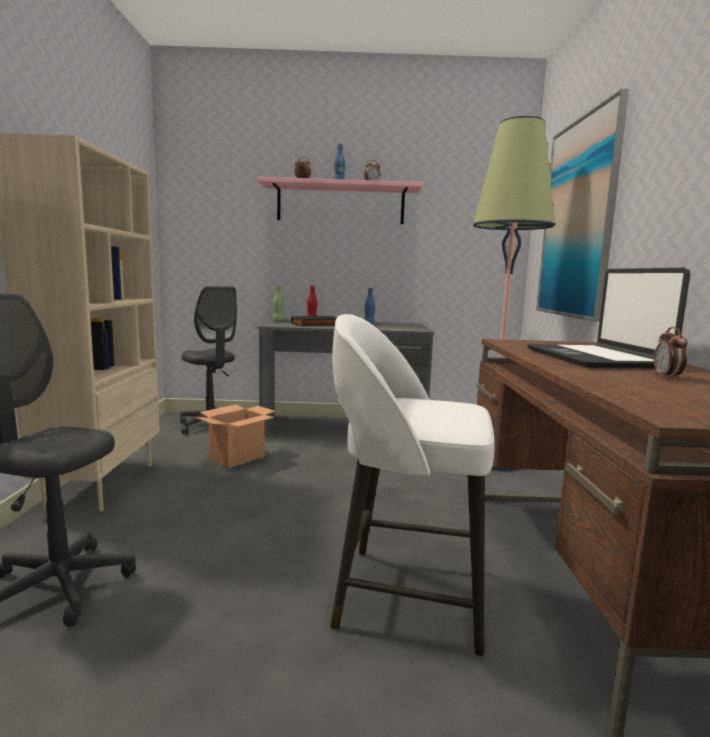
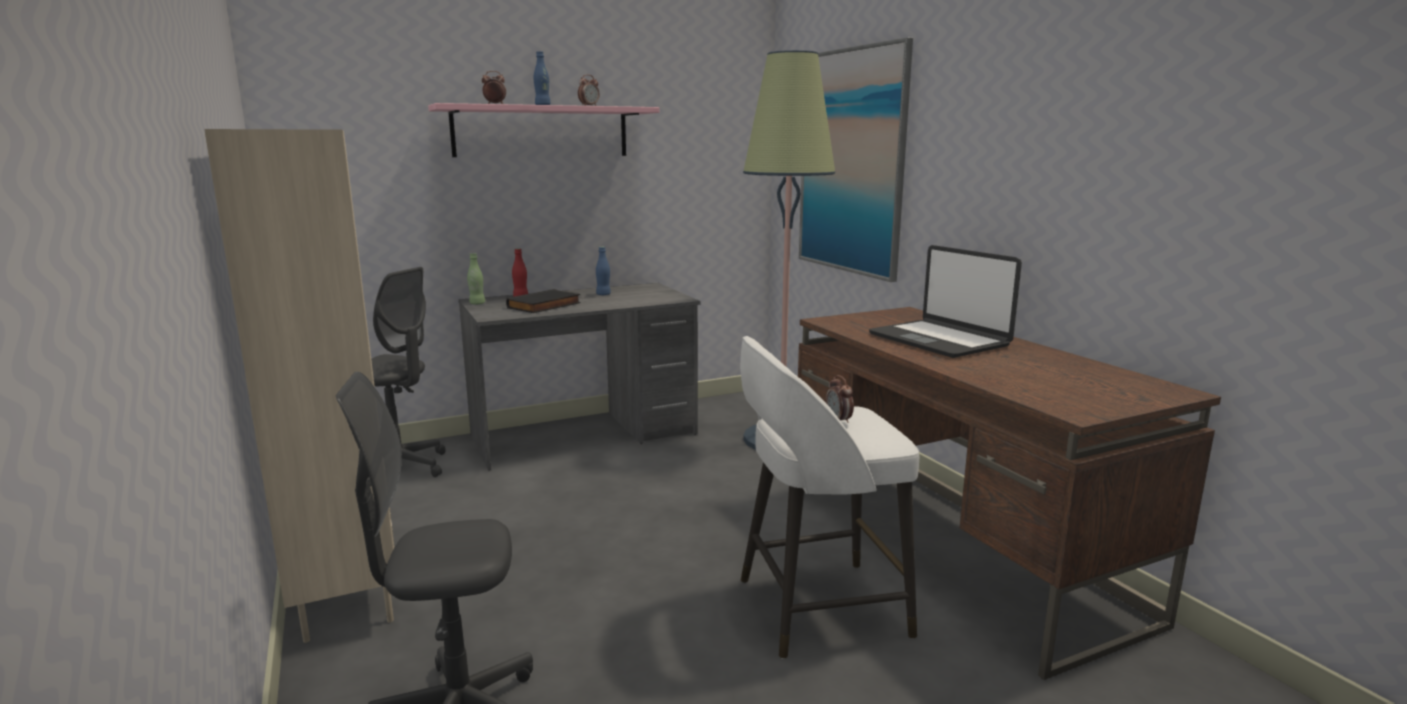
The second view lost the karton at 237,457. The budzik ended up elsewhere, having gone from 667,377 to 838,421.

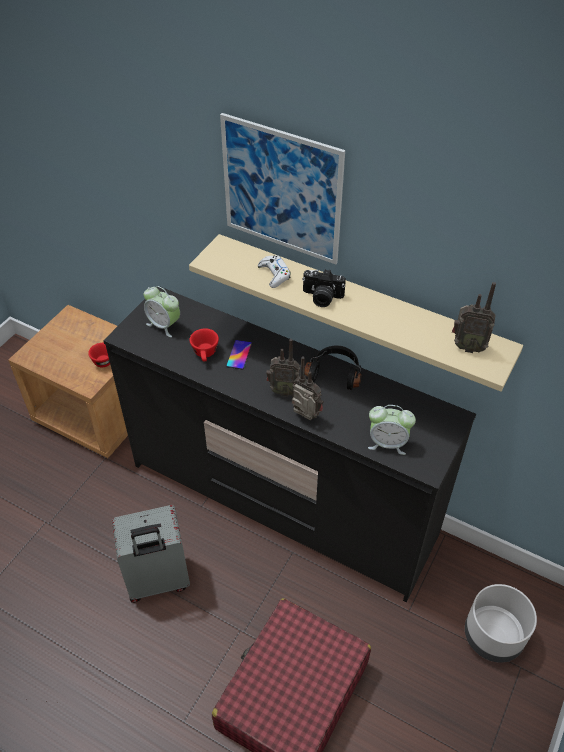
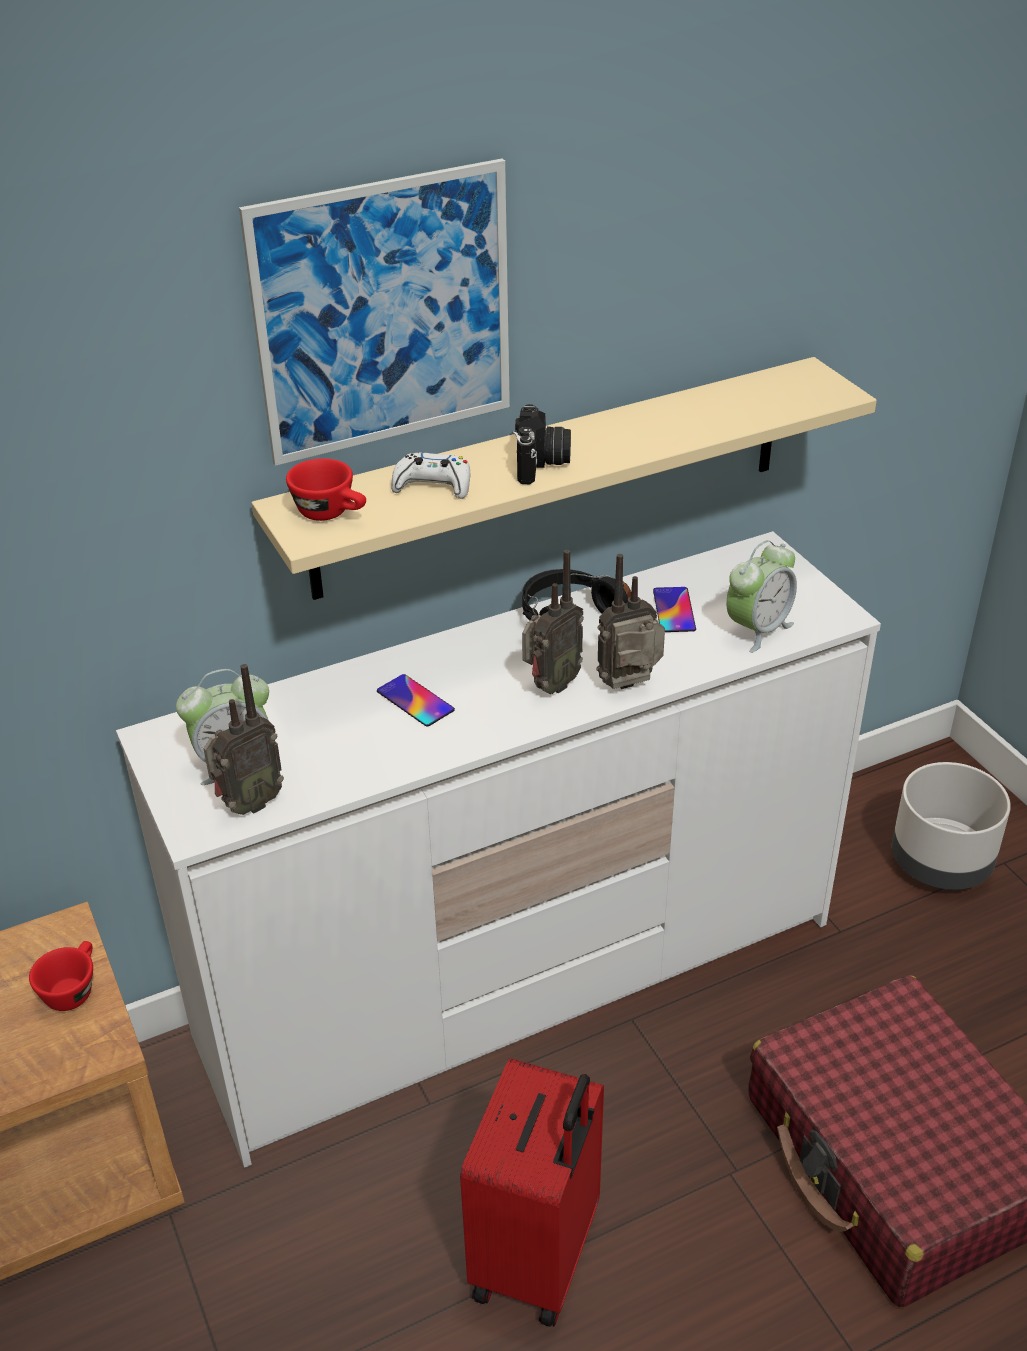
What was the komoda (czarny) at 282,501 turned into the komoda (biały) at 521,979. What was the walizka (szary) at 158,581 turned into the walizka (czerwony) at 538,1258. The filiżanka (czerwony) ended up elsewhere, having gone from 205,354 to 332,513. The aparat fotograficzny at 321,297 ended up facing another way, 45 degrees counterclockwise from before. The radio ended up elsewhere, having gone from 467,346 to 248,804. The second view gained the telefon at 674,610.

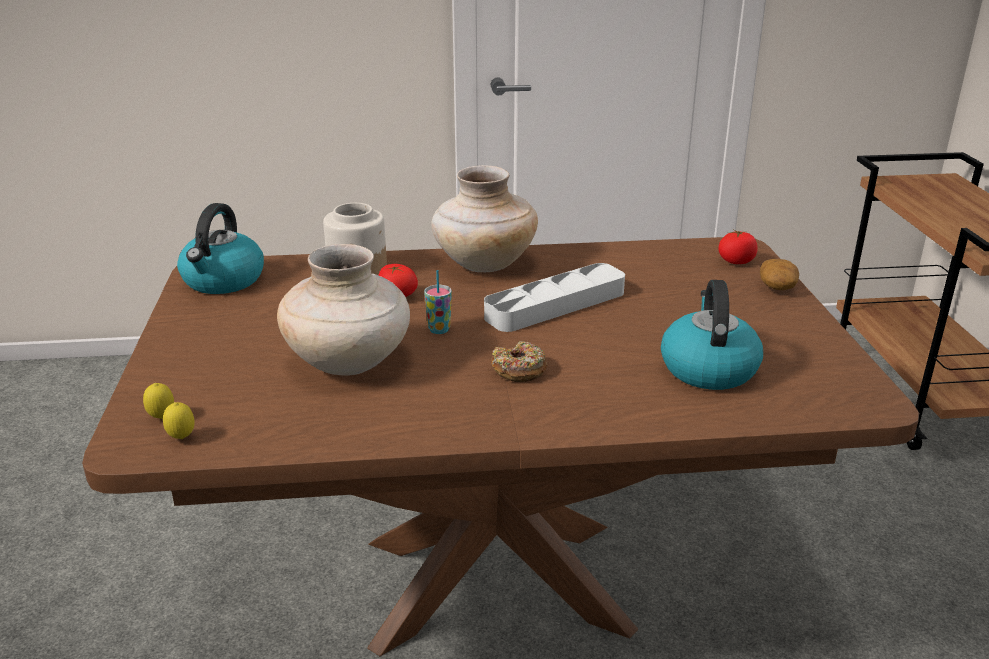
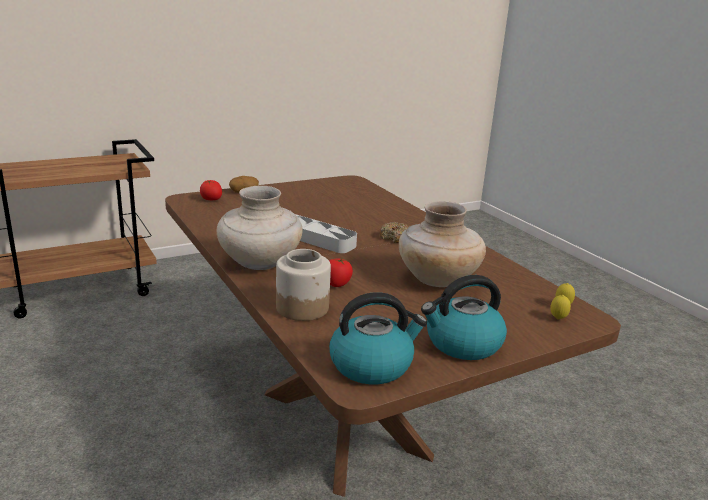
The second view lost the filiżanka at 439,330. The czajnik ended up elsewhere, having gone from 708,368 to 462,344.

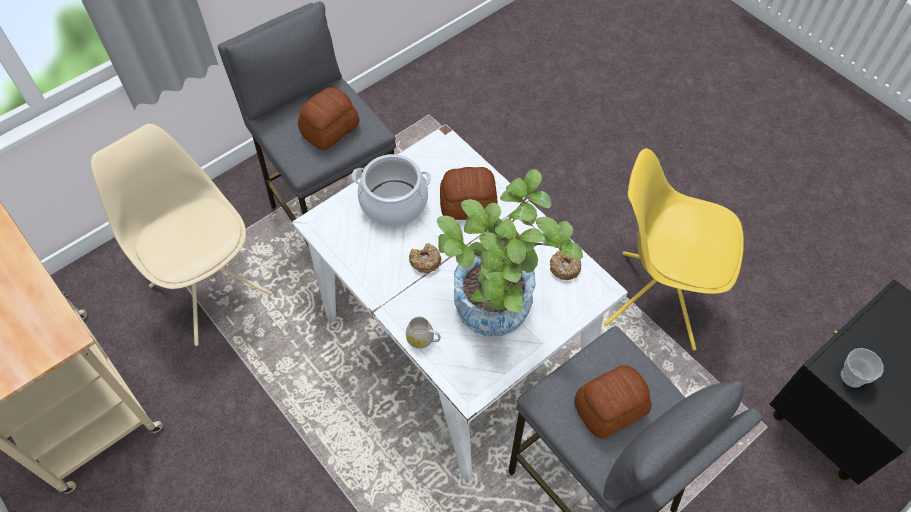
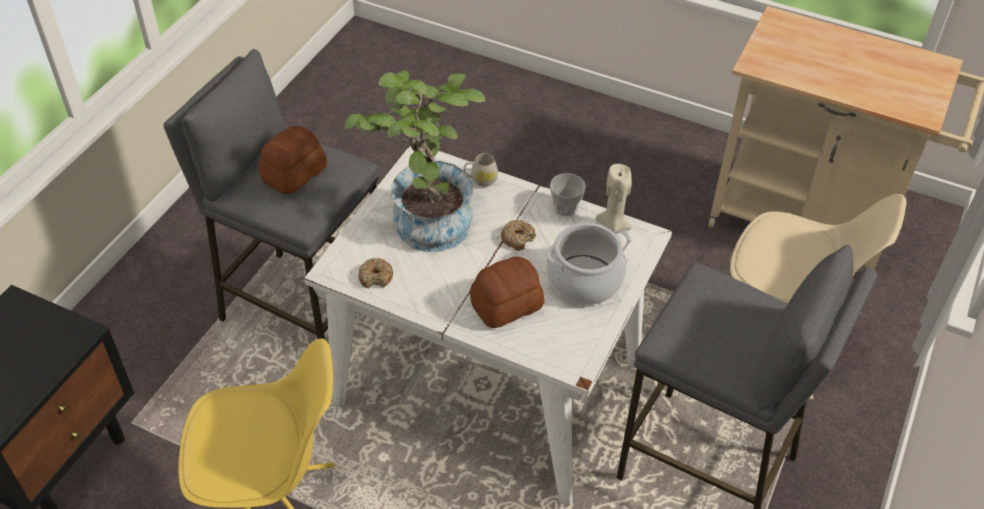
The second view lost the chleb at 329,129. The filiżanka ended up elsewhere, having gone from 852,376 to 565,207. The second view gained the świeca (beżowy) at 612,227.

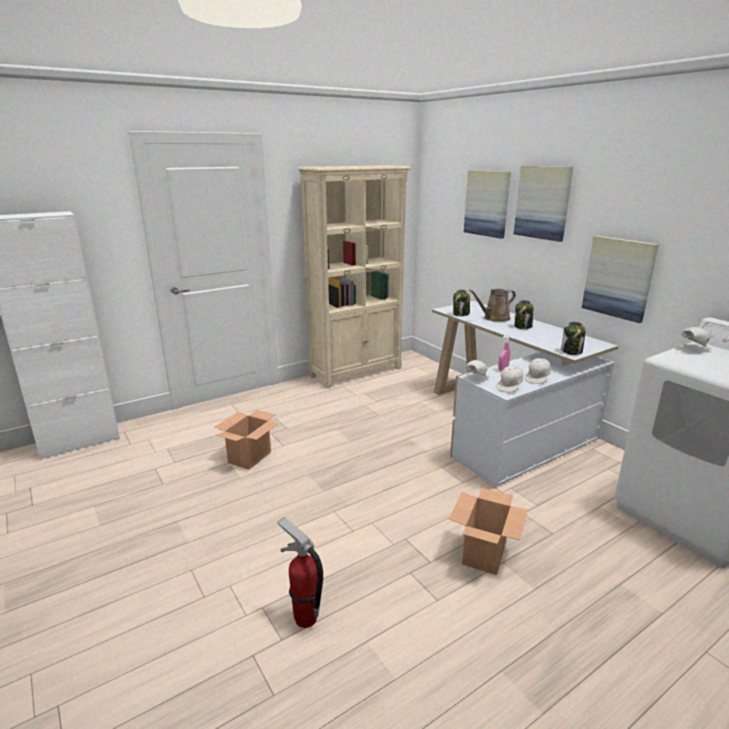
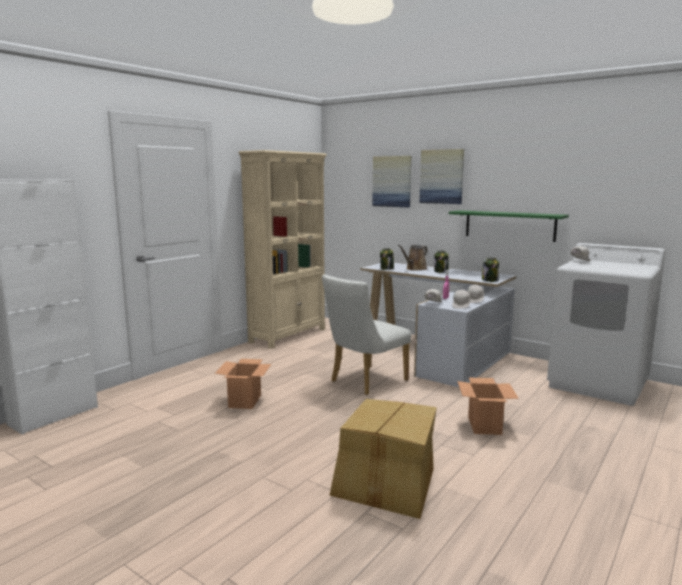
Where the gaśnica stood at 305,618, the karton came to stand at 387,484. Where the obraz hung at 618,278, the półka (zielony) came to hang at 509,225. The second view gained the krzesło (biały) at 364,382.

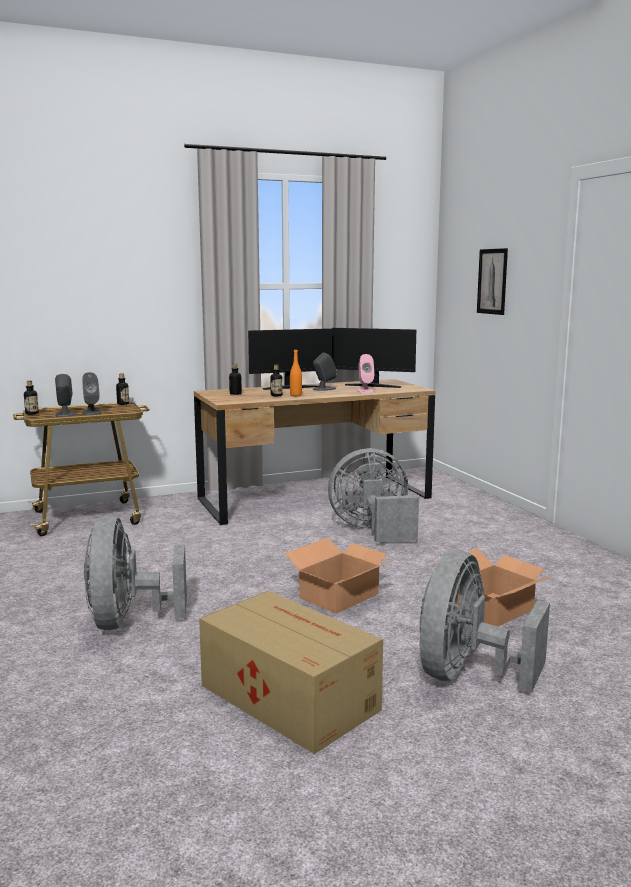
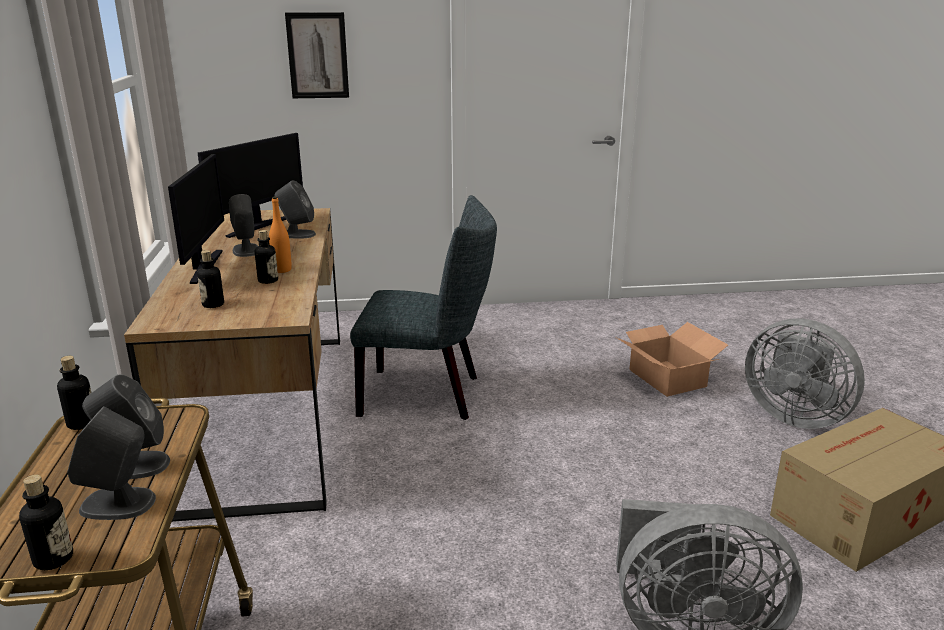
The second view lost the karton at 340,596. Where the wentylator (szary) stood at 373,530, the krzesło (szary) came to stand at 428,395. What was the głośnik (różowy) at 365,391 turned into the głośnik (szary) at 297,234.

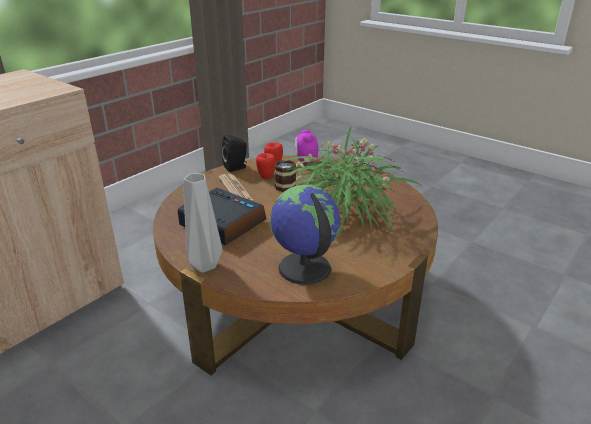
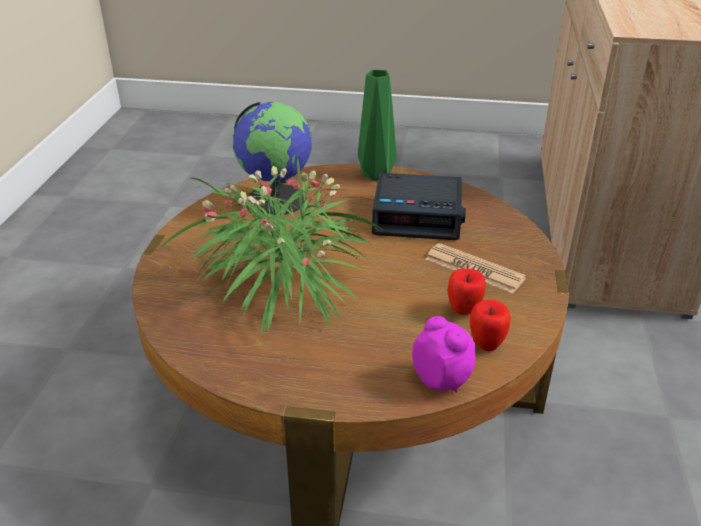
What was the wazon (szary) at 203,266 turned into the wazon (zielony) at 376,174. The second view lost the głośnik (czarny) at 236,167. The second view lost the kubek at 289,185.

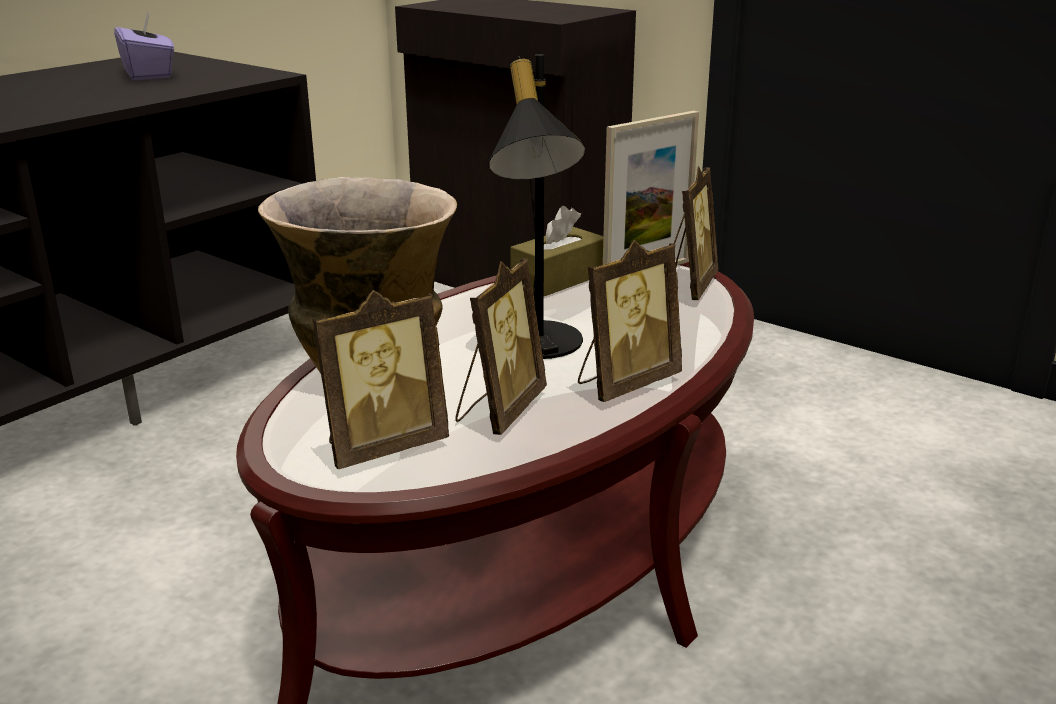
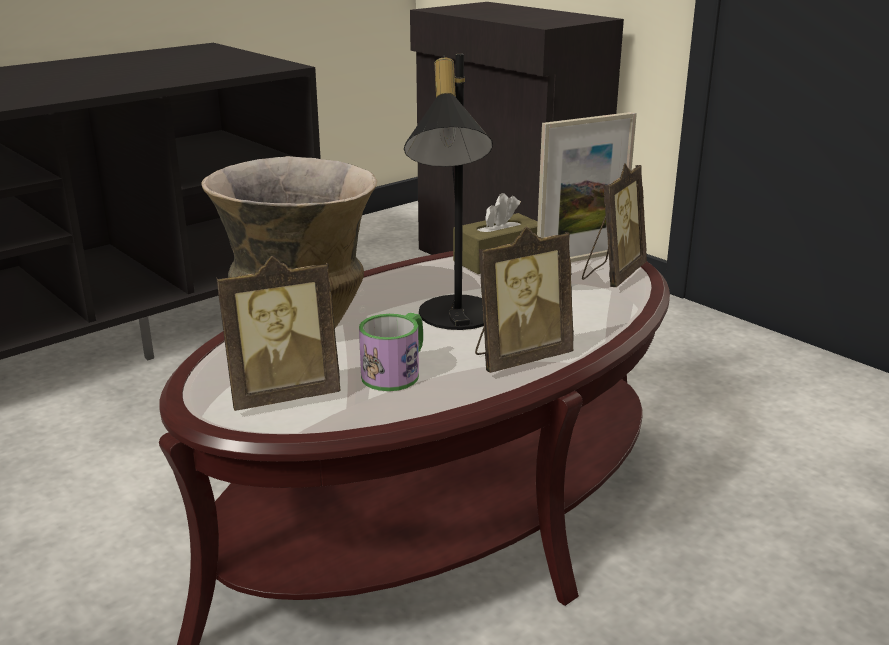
The second view lost the pudełko chusteczek (fioletowy) at 149,74. Where the ramka na zdjęcie stood at 499,410, the kubek came to stand at 396,372.

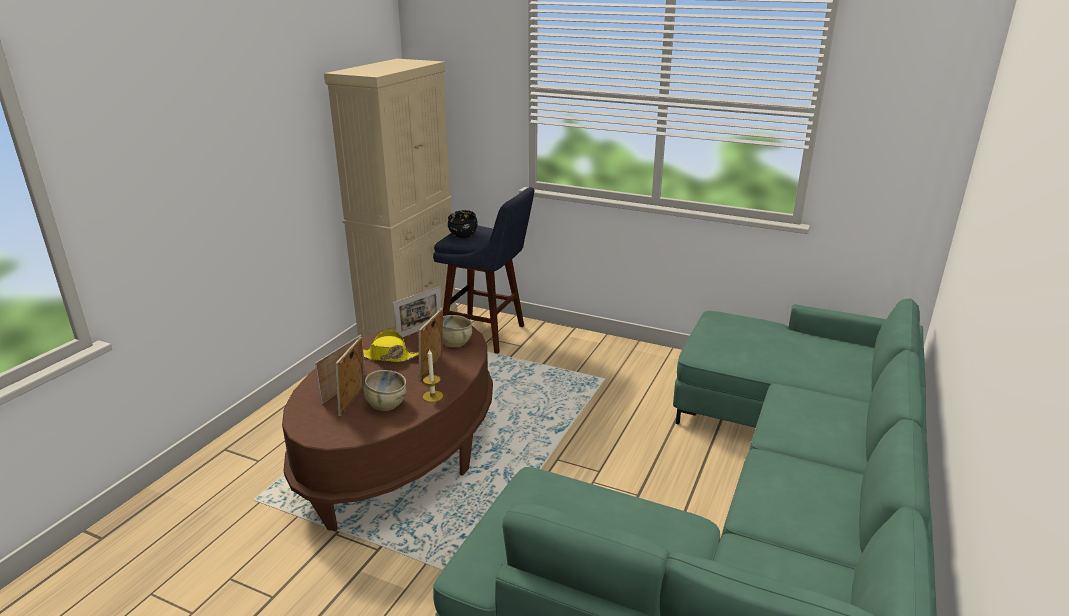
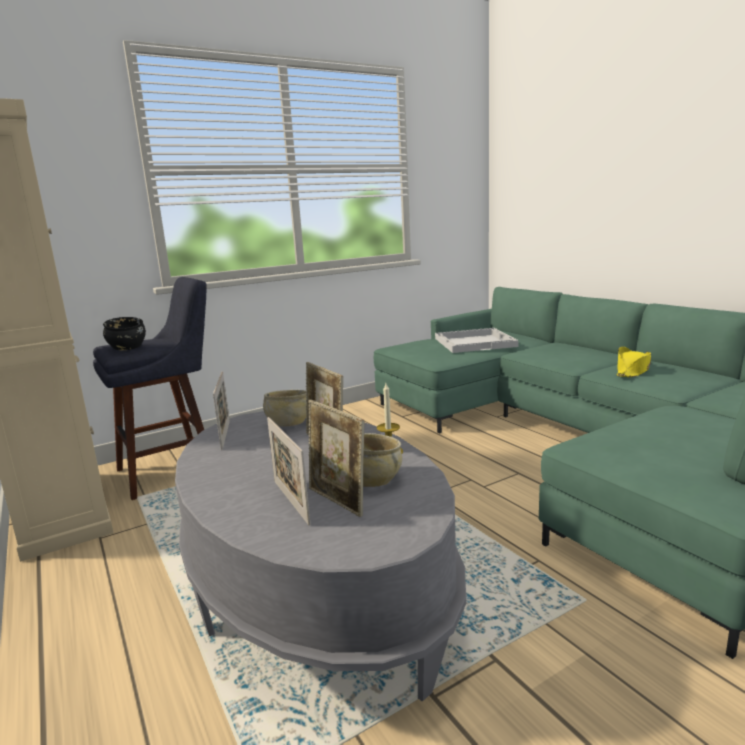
What was the ława (brązowy) at 400,453 turned into the ława (szary) at 314,587. The kapelusz (żółty) ended up elsewhere, having gone from 388,356 to 632,371. The second view gained the taca (biały) at 475,342.

